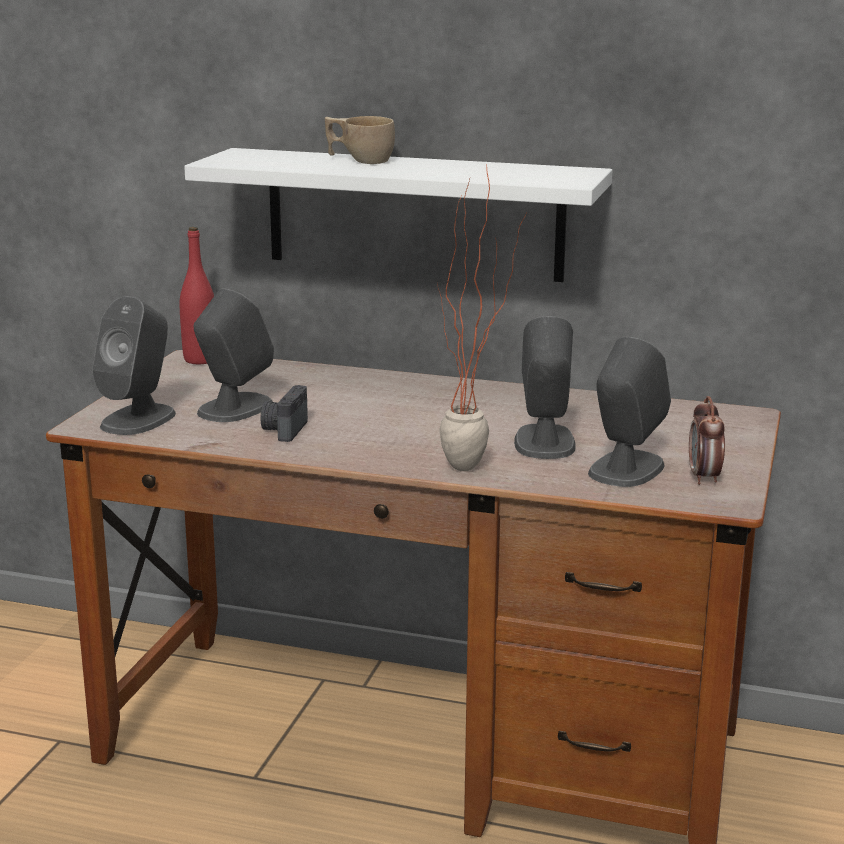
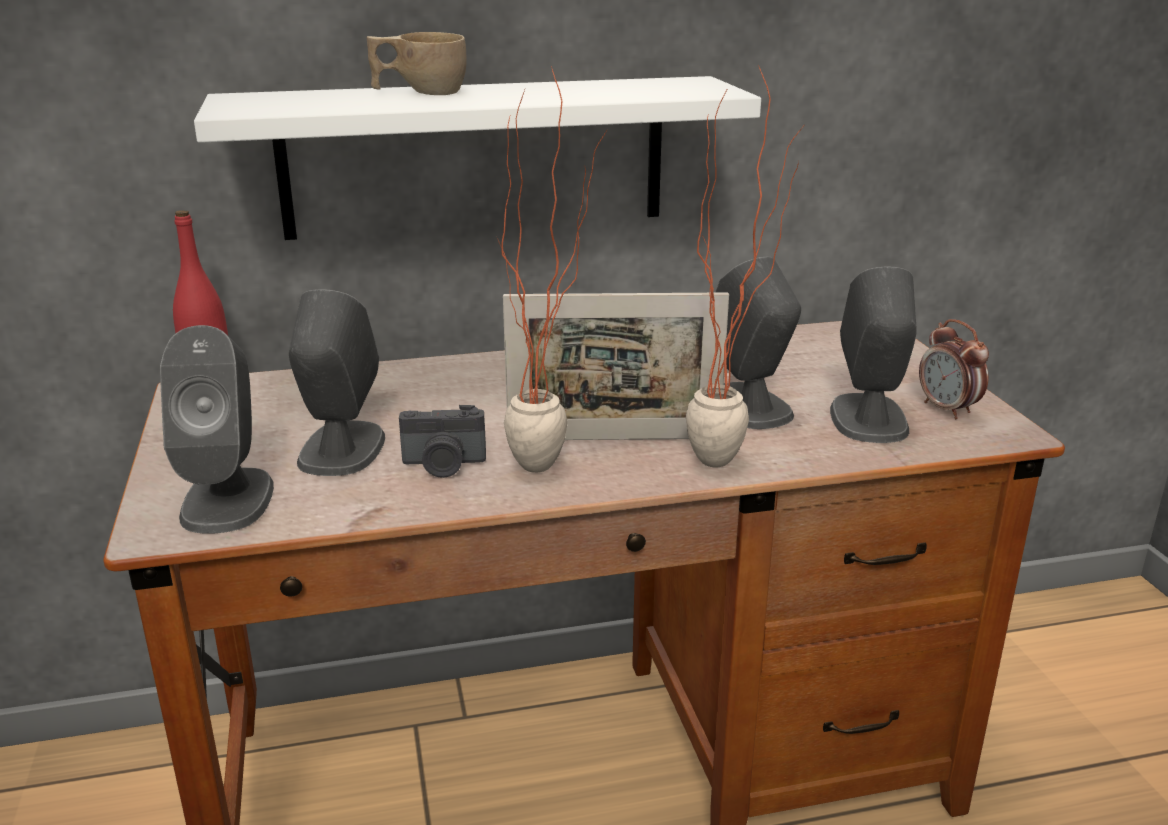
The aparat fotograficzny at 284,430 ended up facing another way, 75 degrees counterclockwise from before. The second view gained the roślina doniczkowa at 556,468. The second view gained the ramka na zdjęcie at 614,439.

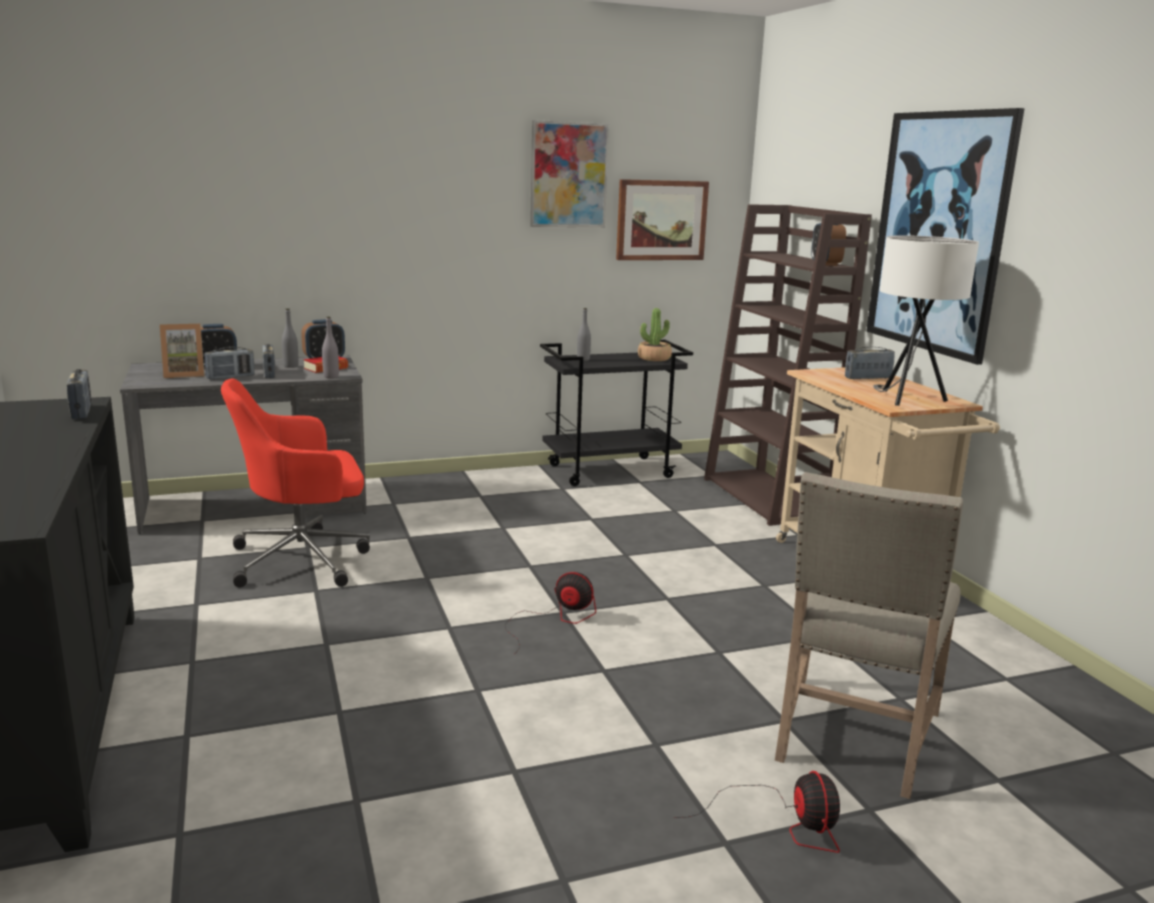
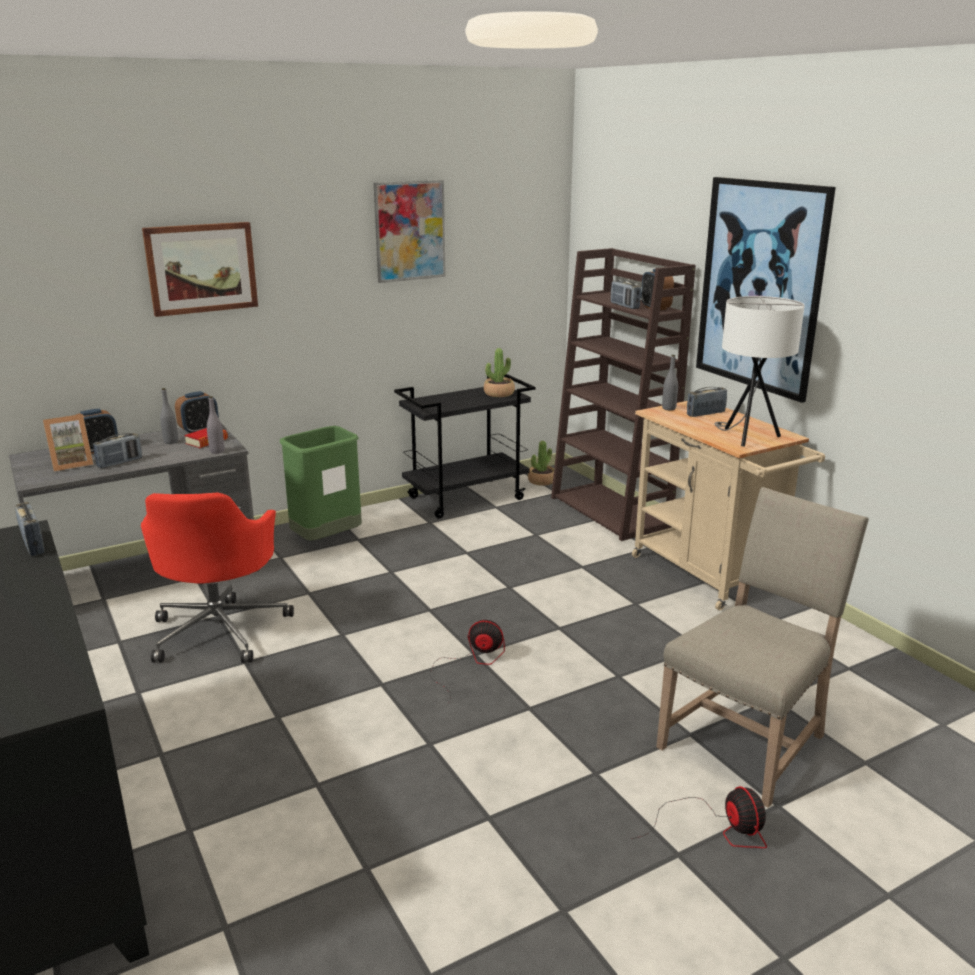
The krzesło biurowe (czerwony) at 303,559 ended up facing another way, 60 degrees counterclockwise from before. The radio ended up elsewhere, having gone from 269,374 to 624,306. The butelka (szary) ended up elsewhere, having gone from 583,359 to 669,408. The obraz ended up elsewhere, having gone from 661,220 to 201,268. The krzesło (beżowy) at 853,737 ended up facing another way, 150 degrees counterclockwise from before. The second view gained the kosz na śmieci (zielony) at 327,541. The second view gained the roślina doniczkowa at 541,481.

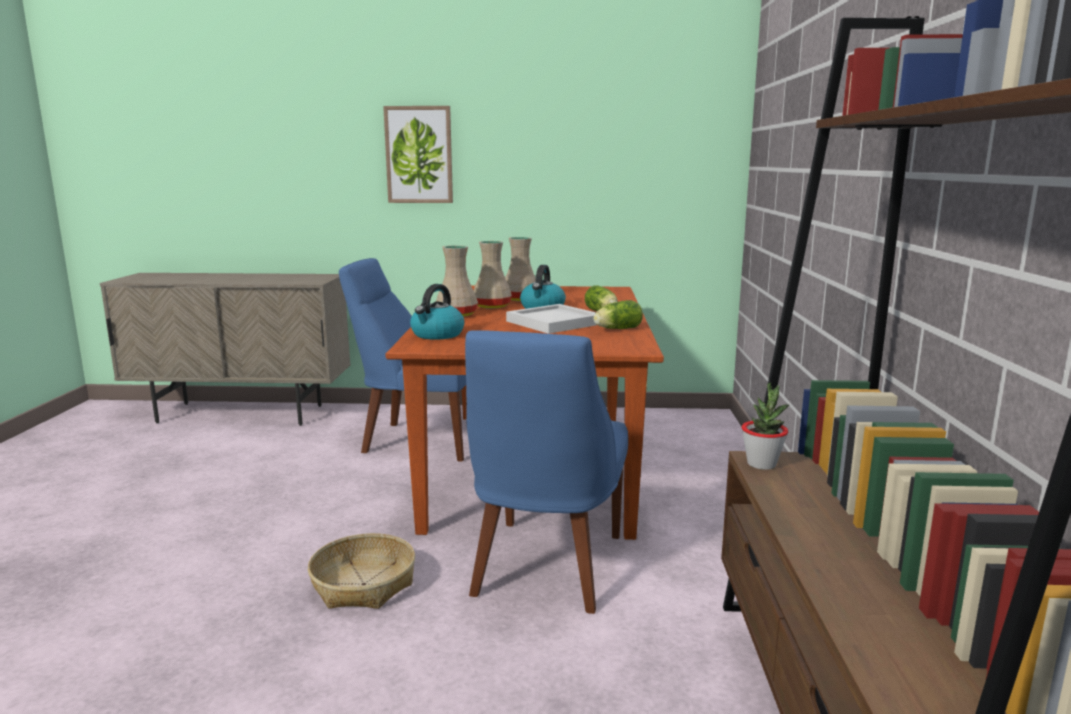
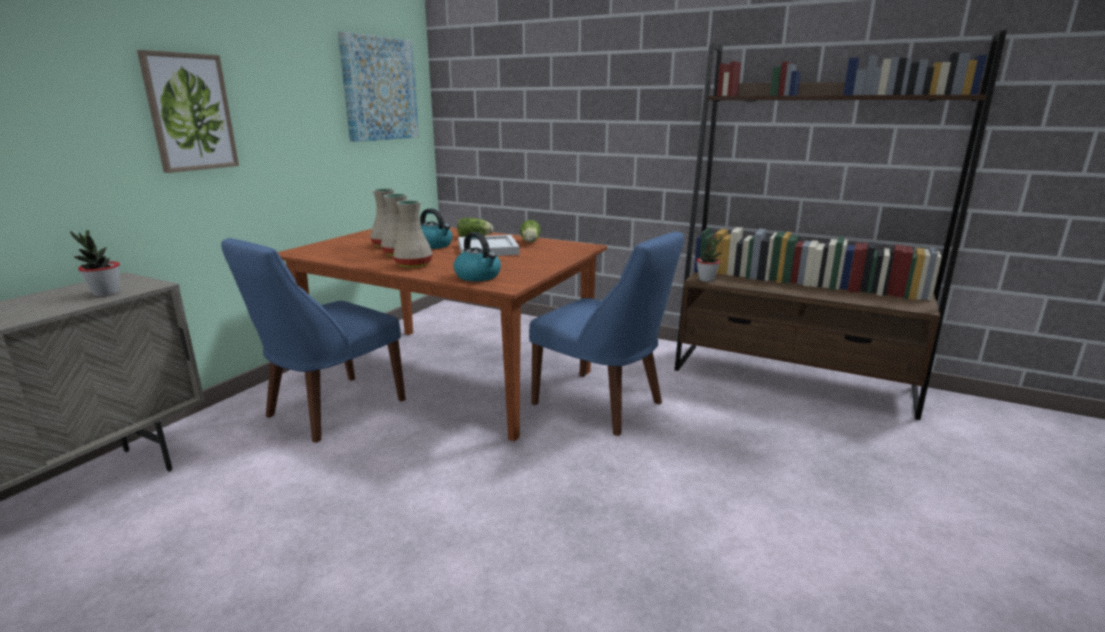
The second view lost the koszyk at 364,584. The second view gained the roślina doniczkowa at 106,293. The second view gained the obraz at 379,89.

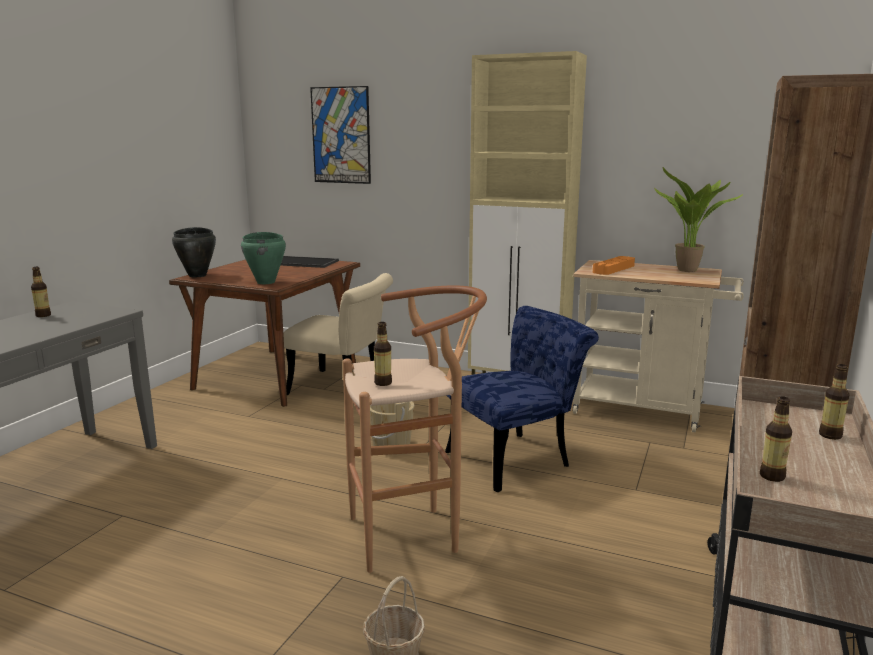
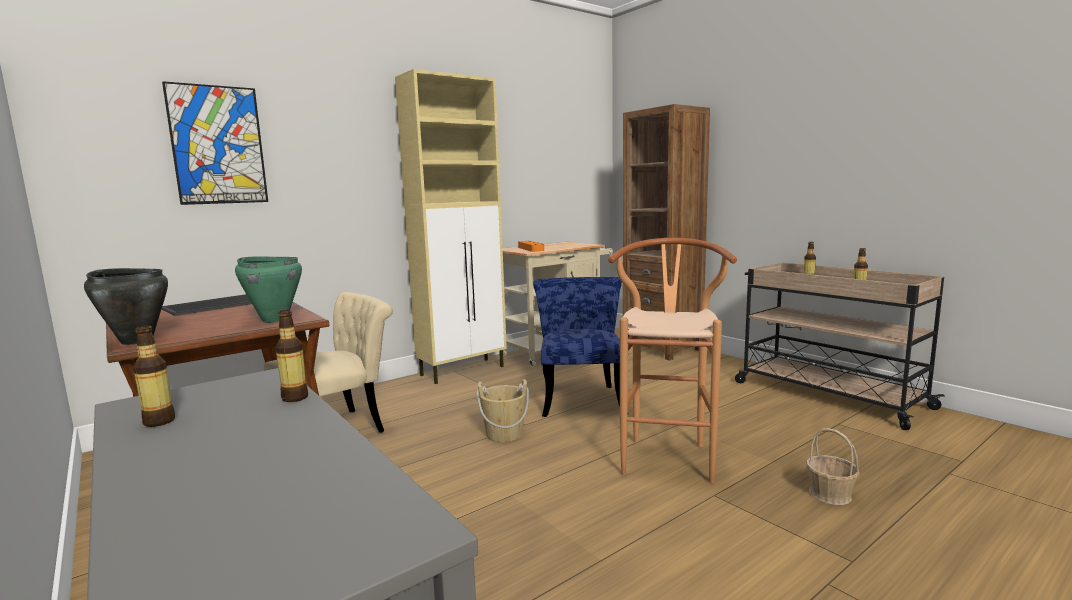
The butelka ended up elsewhere, having gone from 383,383 to 295,398. The second view lost the roślina doniczkowa at 688,271.

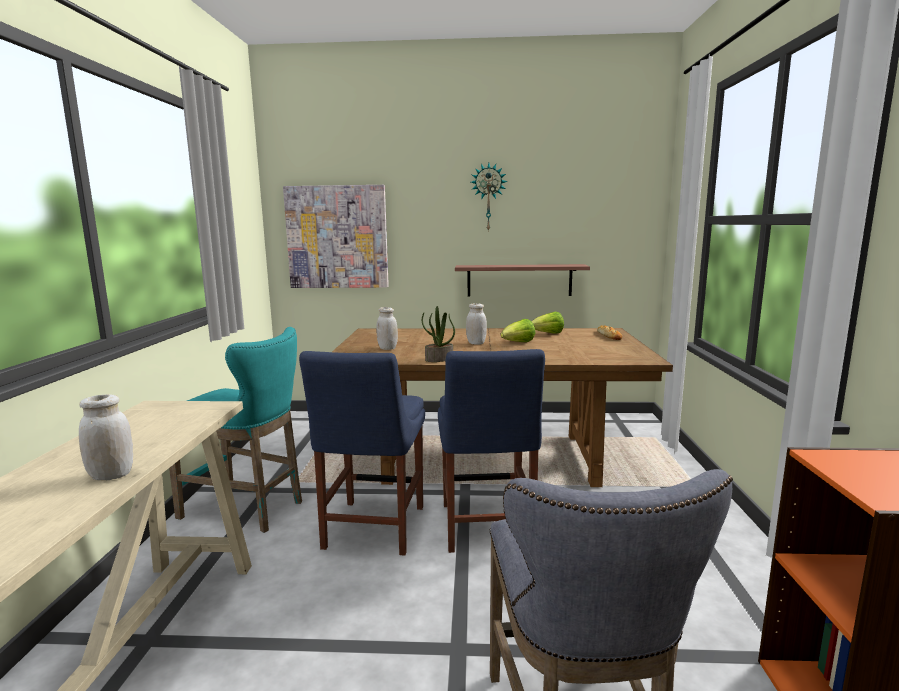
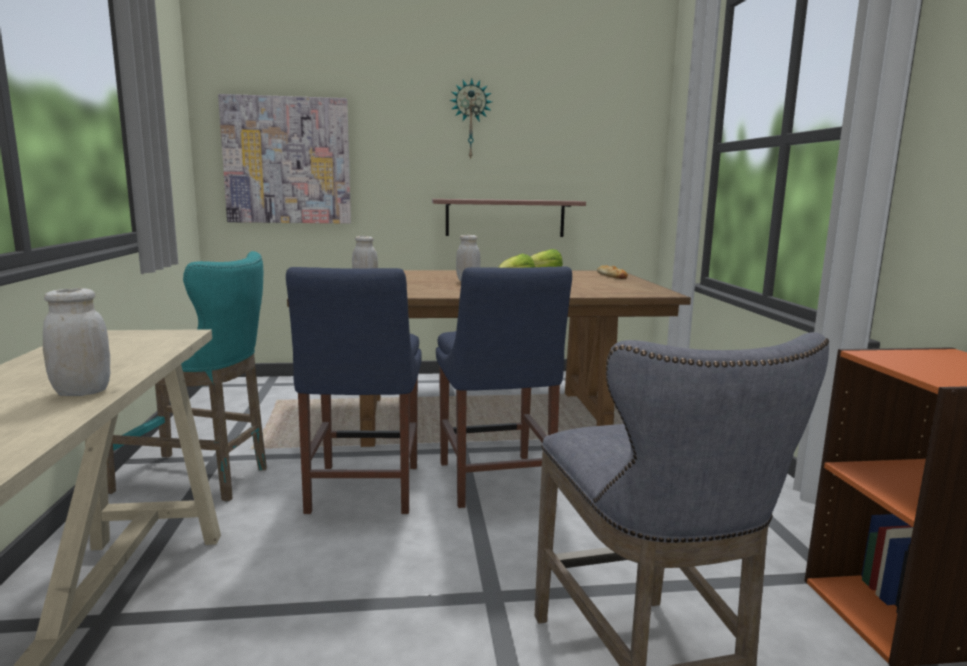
The second view lost the roślina doniczkowa at 439,359.

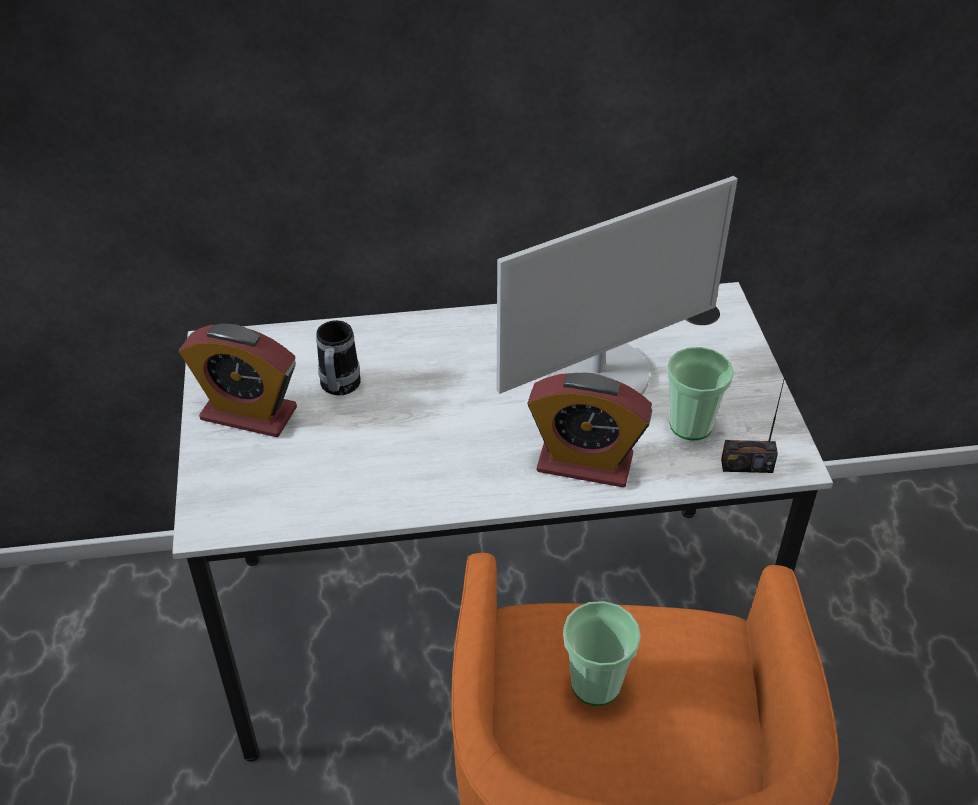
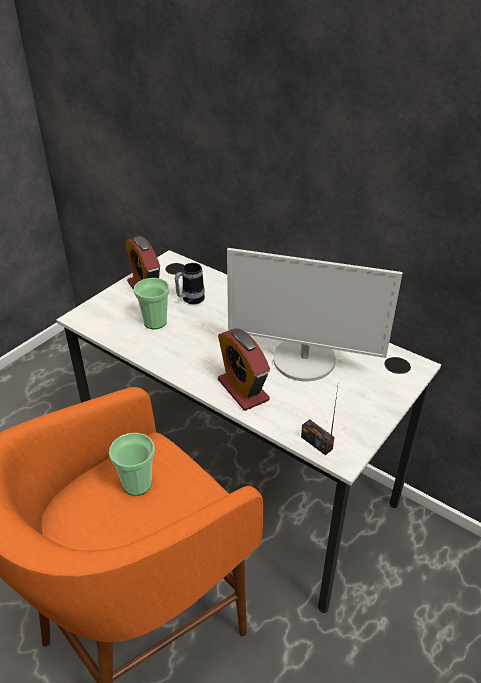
The filiżanka ended up elsewhere, having gone from 690,425 to 155,322.

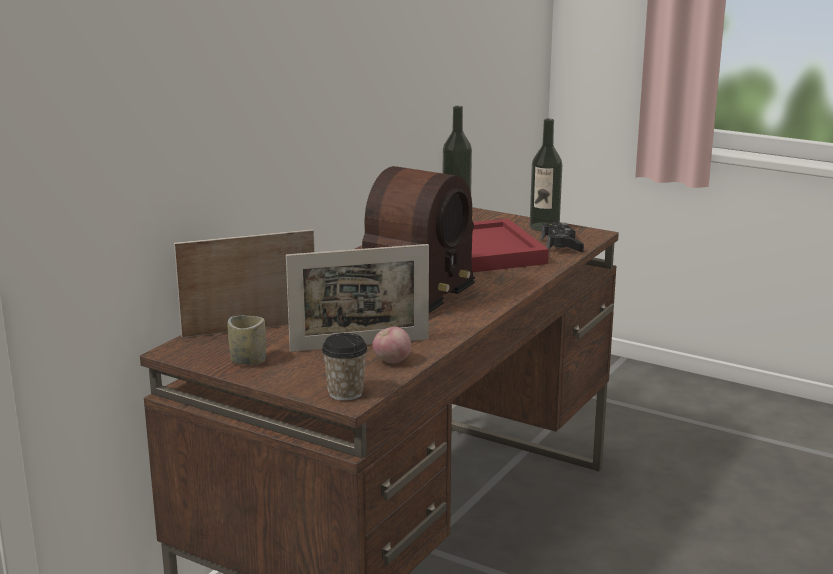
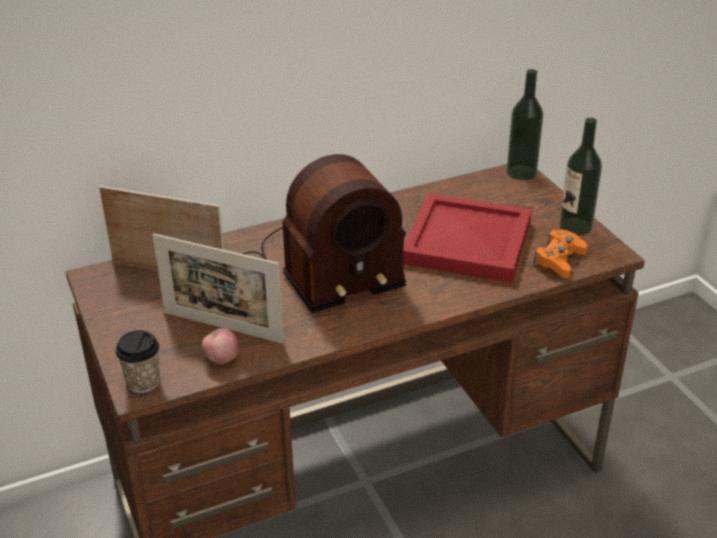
The second view lost the filiżanka at 248,361. What was the pad do gier (czarny) at 561,245 turned into the pad do gier (pomarańczowy) at 559,260.

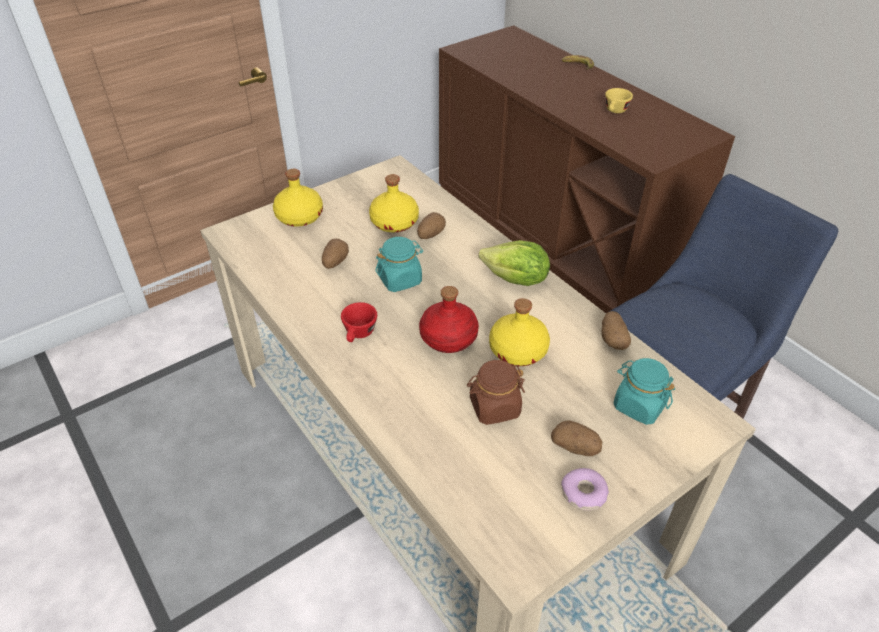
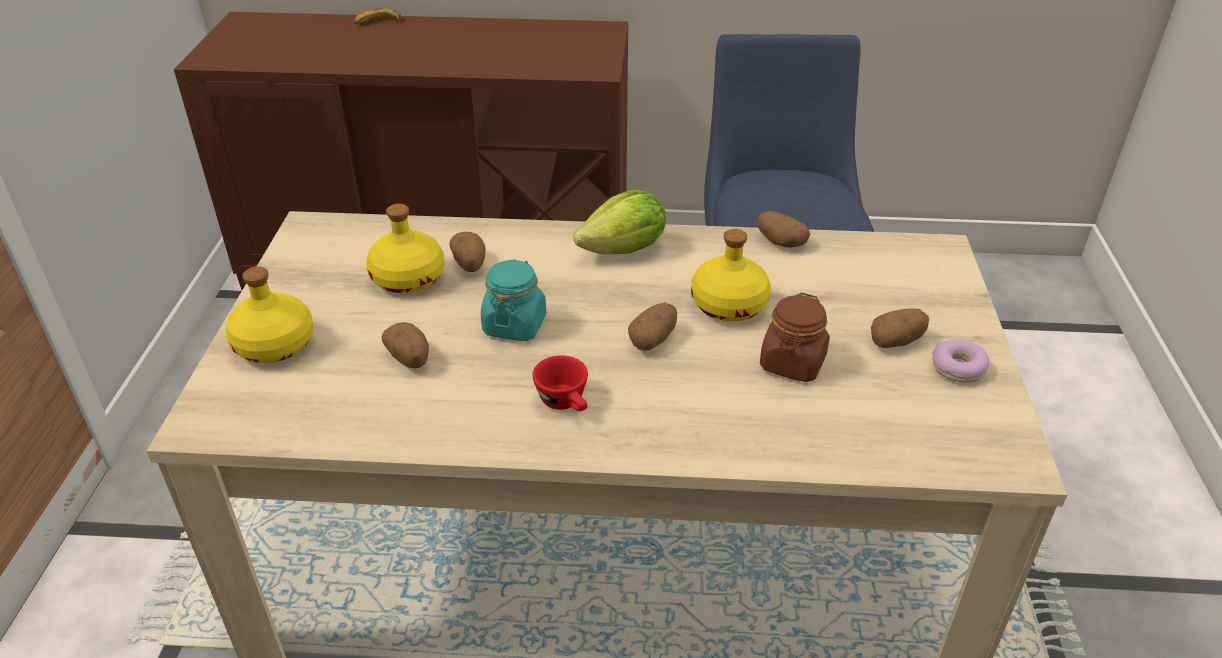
Where the butelka (czerwony) stood at 448,337, the ziemniak came to stand at 653,339. The second view lost the filiżanka (żółty) at 615,111. The second view lost the słoik (turkusowy) at 638,405.

